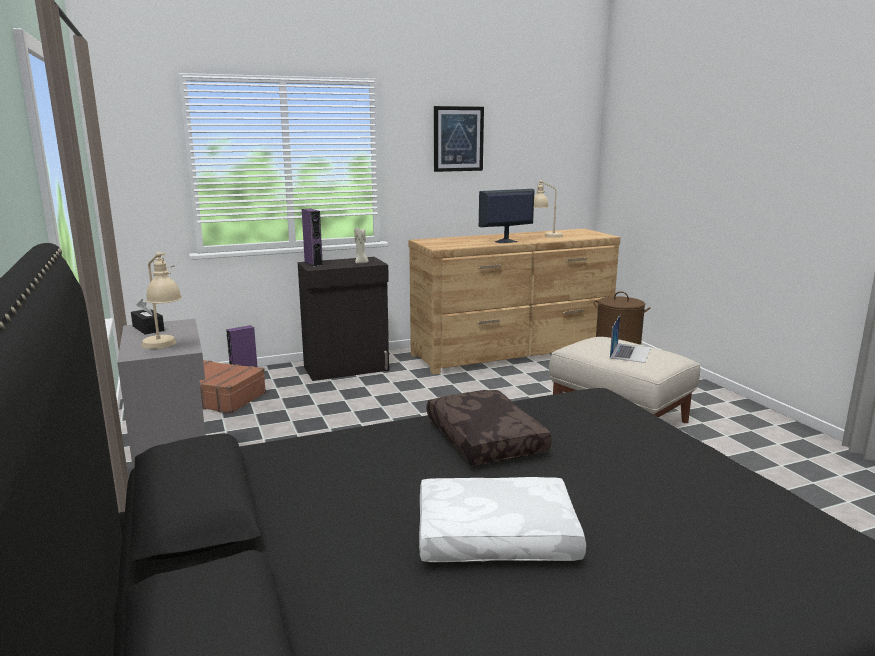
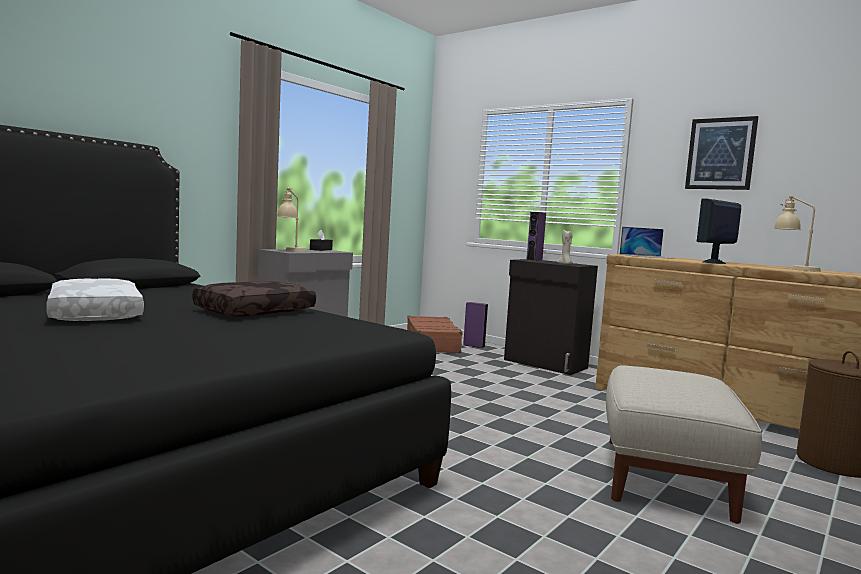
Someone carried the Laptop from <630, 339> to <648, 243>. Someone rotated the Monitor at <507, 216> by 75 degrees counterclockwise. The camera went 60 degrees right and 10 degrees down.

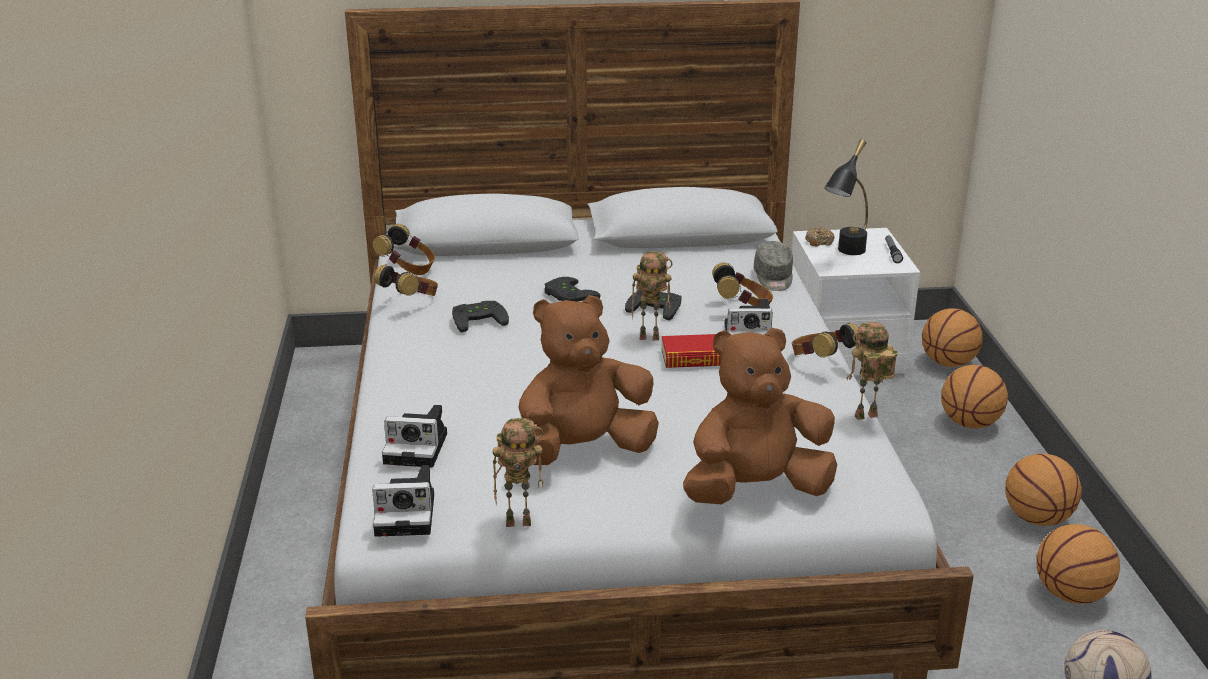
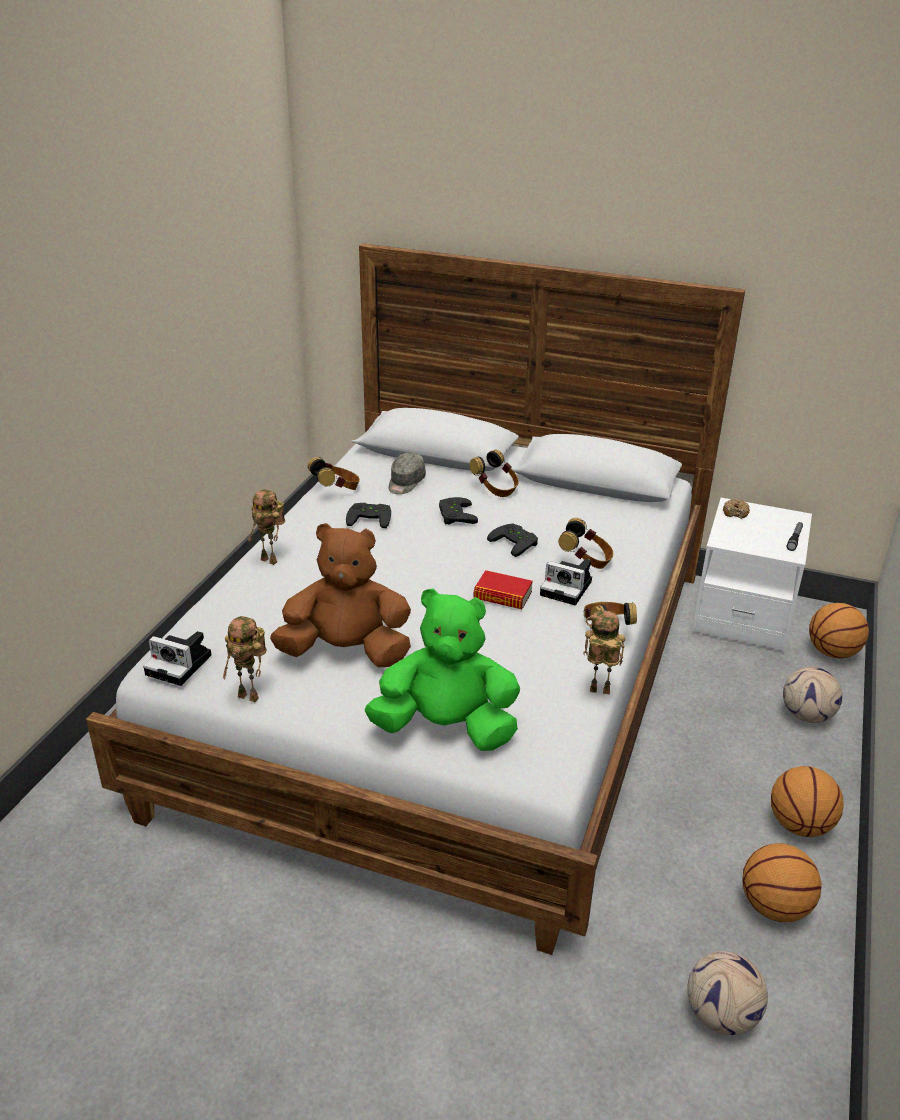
Someone carried the ToyRobot from <652, 296> to <266, 527>. Someone repainted the BrownPlushToy at <760, 416>, which became the GreenPlushToy at <442, 670>. Someone carried the GreyCap from <773, 266> to <407, 473>. Someone carried the Headphones from <404, 249> to <494, 473>. Someone swapped the Basketball at <974, 396> for the Football at <812, 695>. Someone took away the PhotoCamera at <414, 436>. Someone took away the BlackTableLamp at <846, 197>. The camera went 25 degrees right and 5 degrees up.

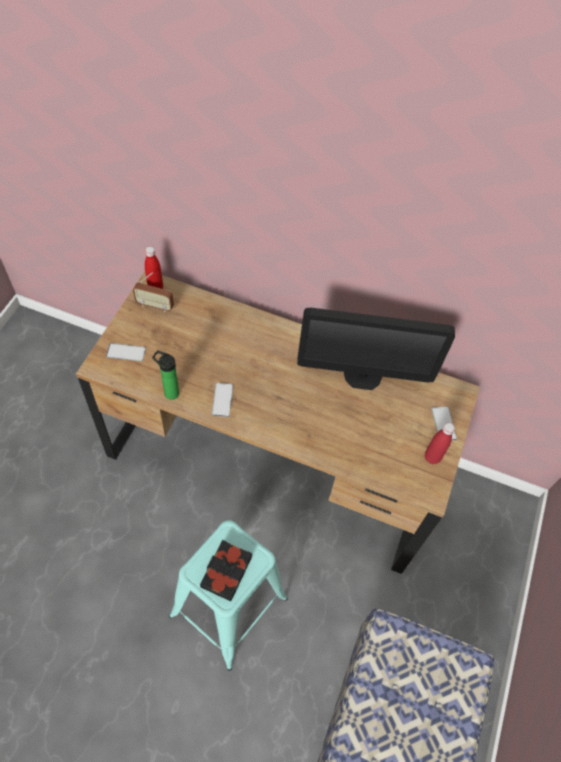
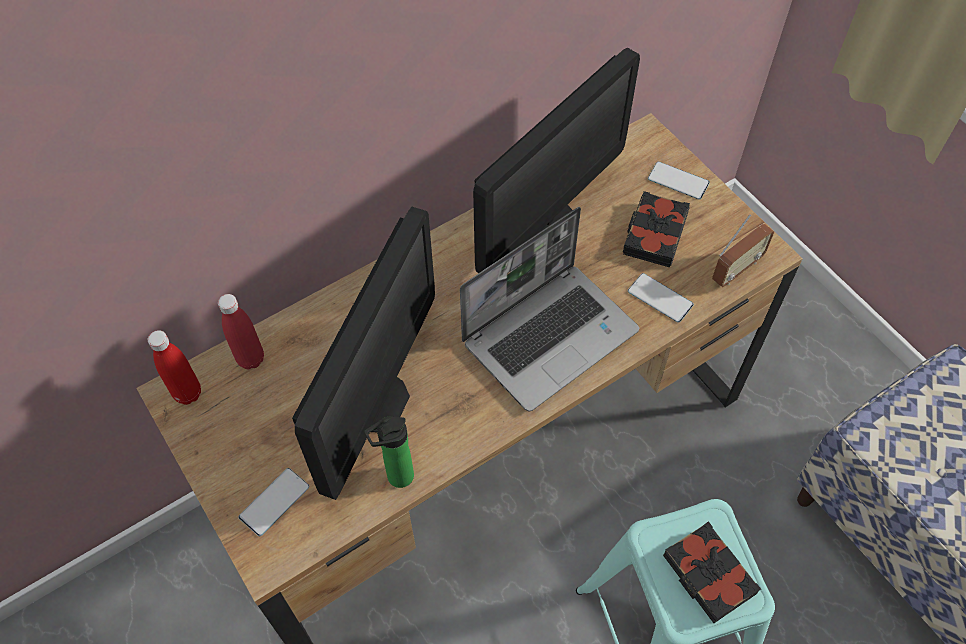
Someone carried the RedBottle from <440, 443> to <241, 331>. Someone put down the Monitor at <363, 353>. Someone put down the Laptop at <549, 309>. Someone put down the BlackBook at <656, 229>. Someone carried the Phone from <222, 400> to <661, 298>. Someone carried the Radio from <153, 292> to <743, 250>. The camera went 50 degrees left and 0 degrees up.

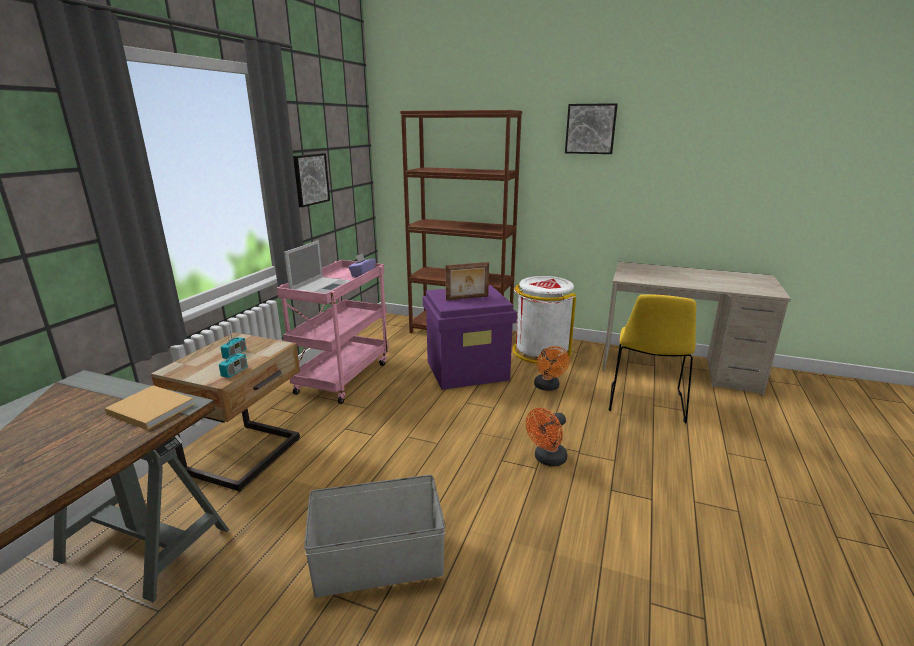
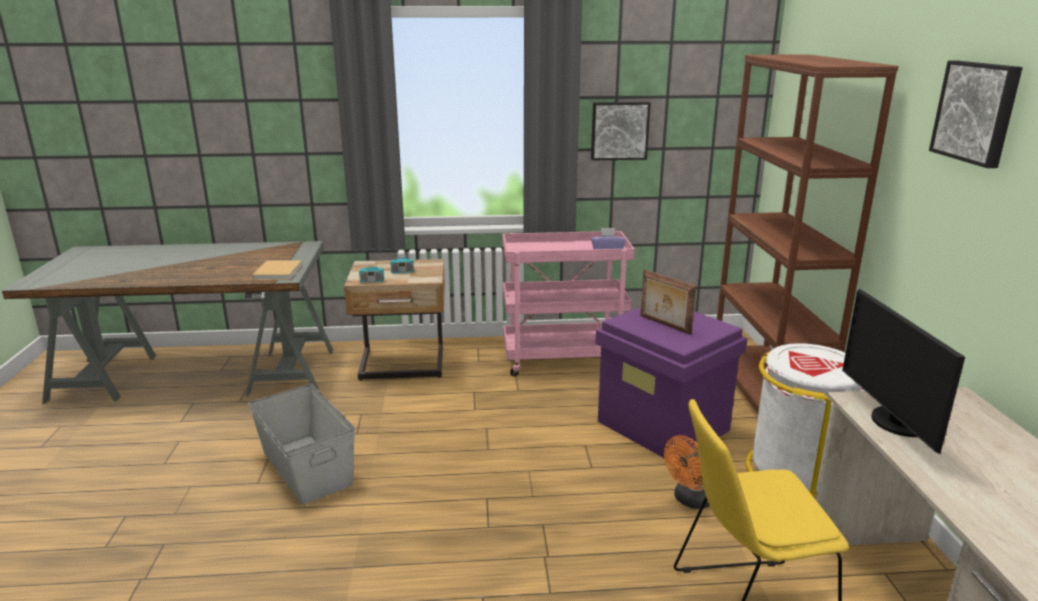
Someone put down the Monitor at <903, 371>. Someone took away the Laptop at <317, 267>. Someone took away the OrangeFan at <547, 437>. The camera went 65 degrees right and 0 degrees up.

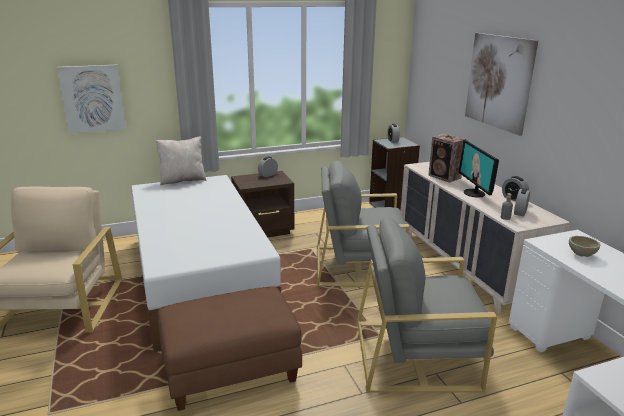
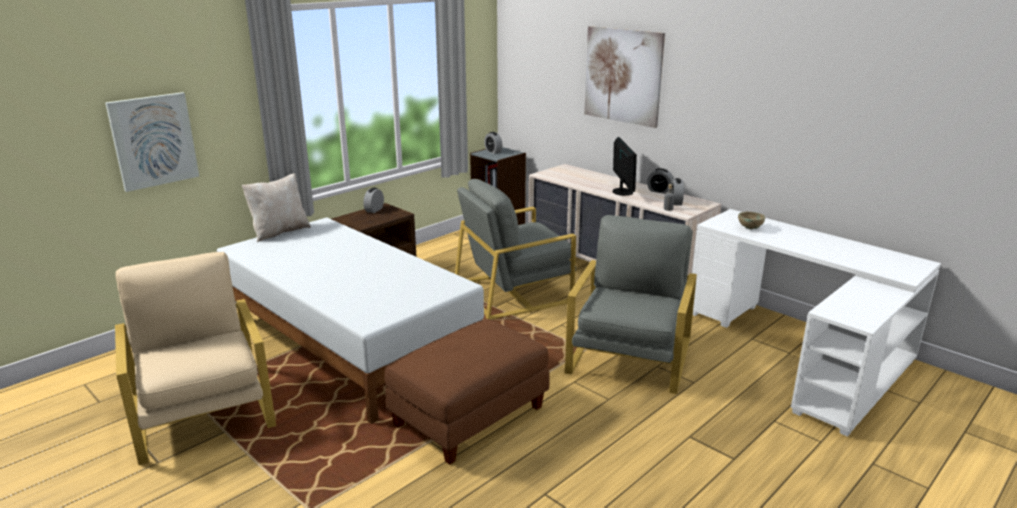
Someone rotated the GreyArmchair at <426, 305> by 135 degrees clockwise. Someone rotated the Monitor at <479, 169> by 150 degrees counterclockwise. Someone took away the Speaker at <447, 158>. The camera went 25 degrees left and 0 degrees up.

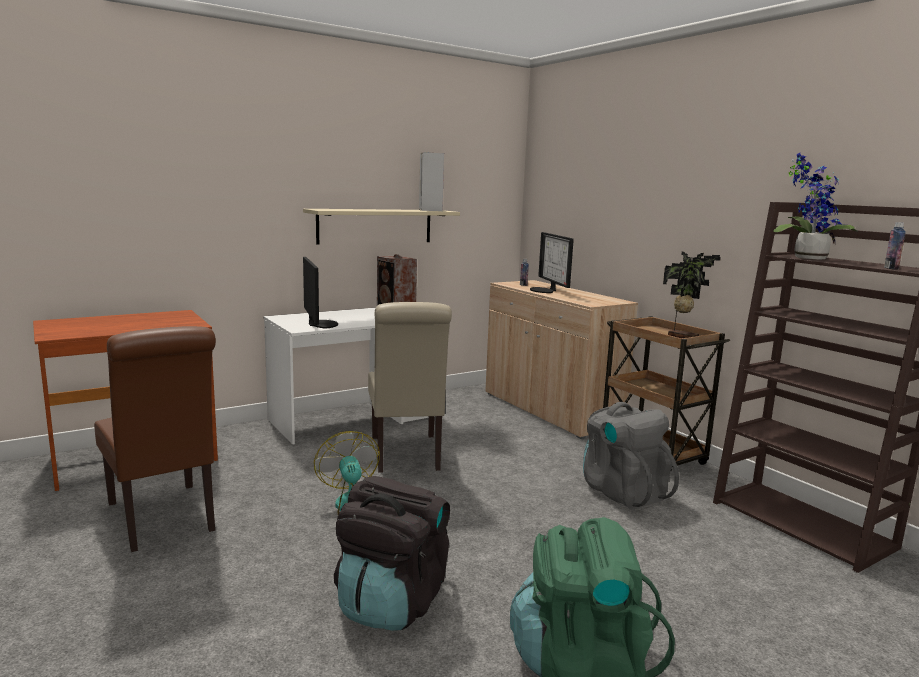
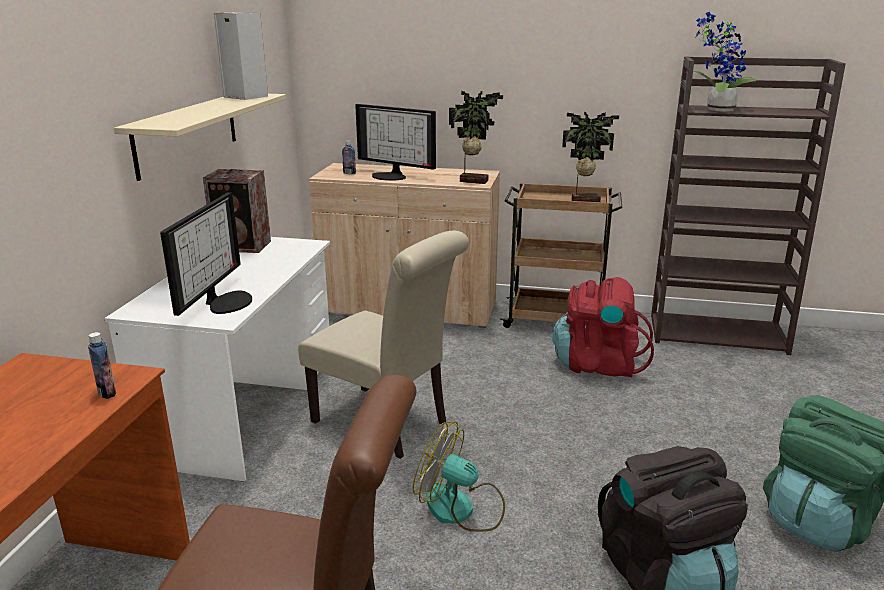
Someone carried the Bottle from <895, 246> to <102, 365>. Someone rotated the Monitor at <320, 292> by 75 degrees clockwise. Someone put down the PottedPlant at <476, 137>. Someone repainted the GreyBackpack at <631, 456>, which became the RedBackpack at <603, 327>. The camera went 45 degrees left and 10 degrees up.

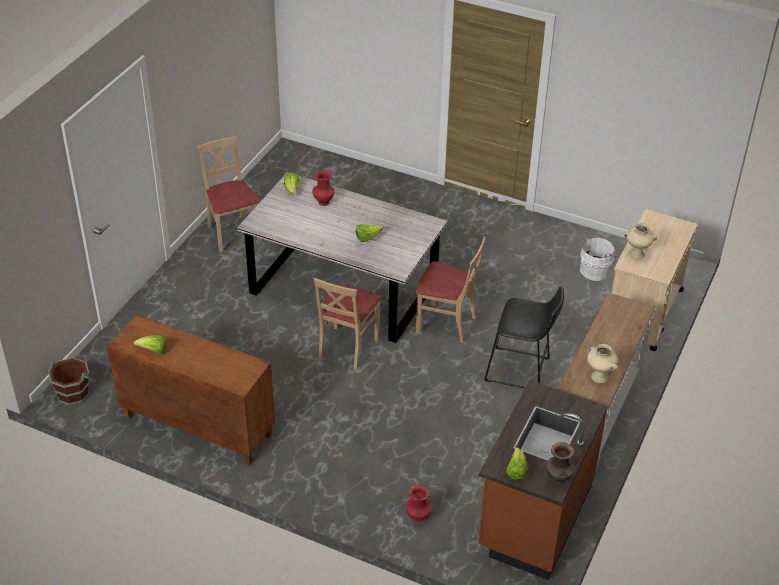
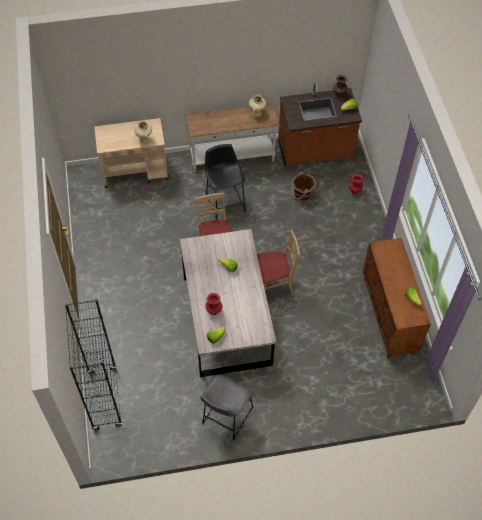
Someone put down the BlackBookcase at <94, 365>. Someone swapped the BeigeChair at <230, 194> for the GreyStool at <226, 407>. Someone carried the BrownBucket from <72, 381> to <303, 187>. Someone took away the WhiteBucket at <598, 259>. The camera went 125 degrees left and 15 degrees up.

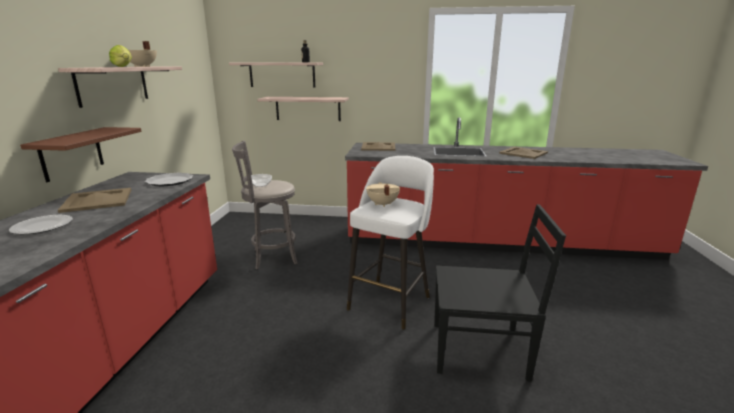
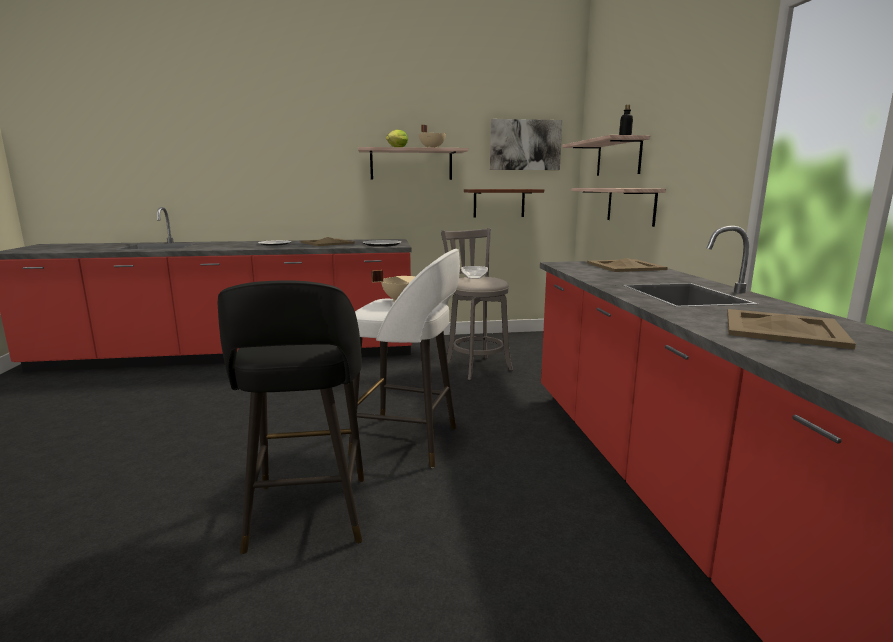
Someone swapped the BlackChair at <500, 293> for the BlackStool at <291, 417>. Someone carried the BrownShelf from <81, 154> to <504, 203>. Someone put up the Picture at <526, 144>. The camera went 75 degrees right and 5 degrees down.

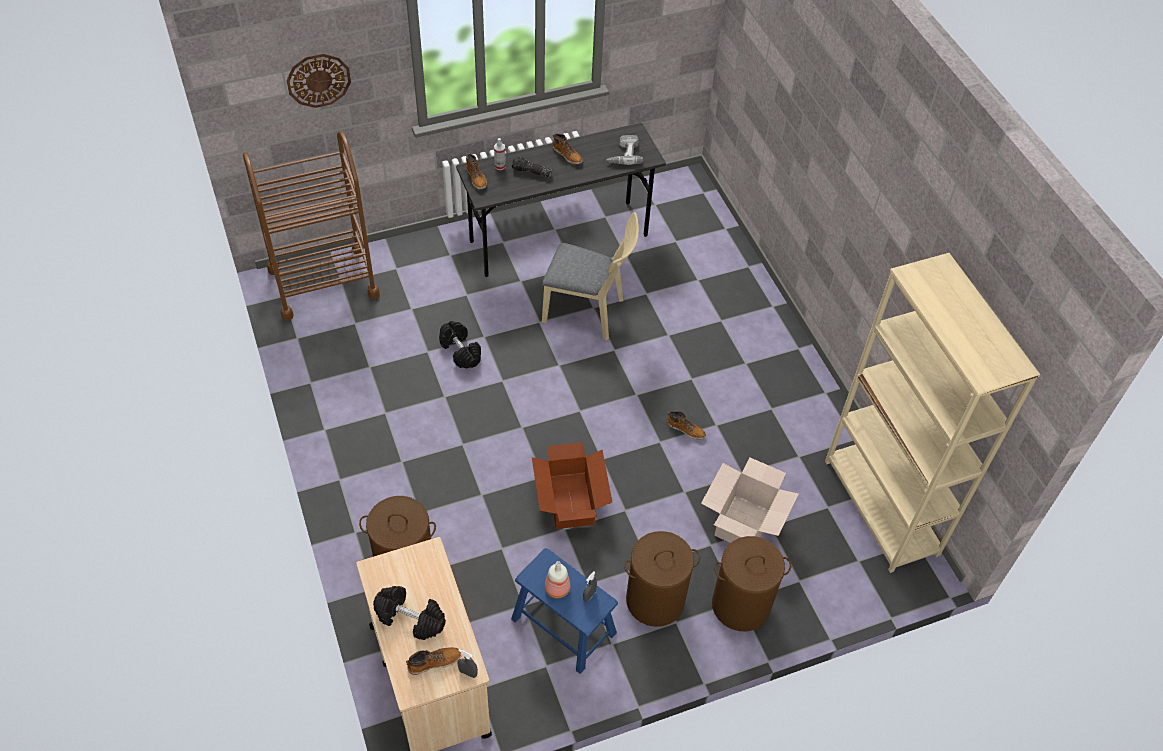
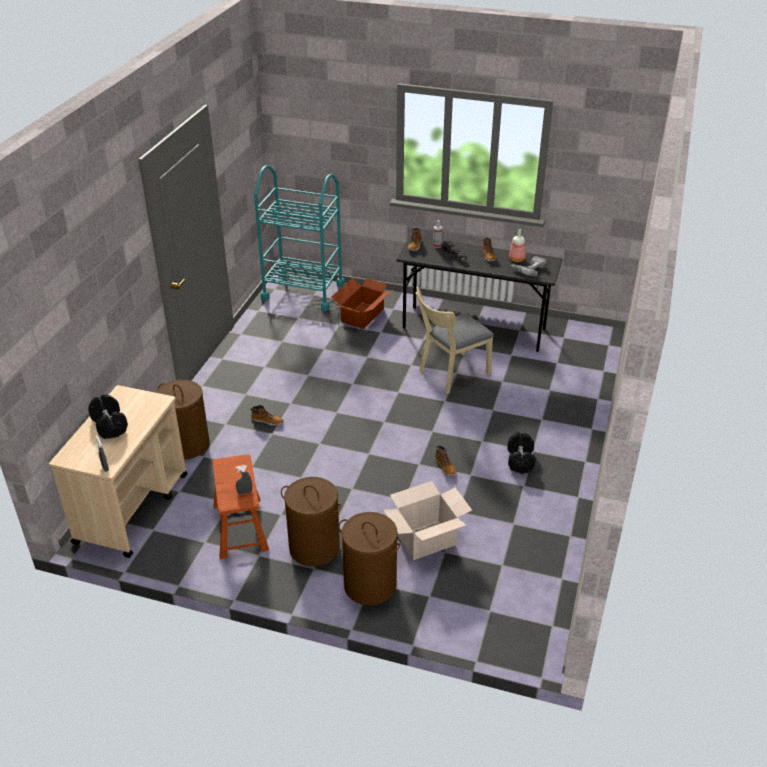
Someone repainted the BlueStool at <564, 611>, which became the BrownStool at <240, 506>. Someone carried the Boot from <434, 661> to <267, 415>. Someone repainted the BrownCart at <311, 226>, which became the TurquoiseCart at <299, 238>. Someone carried the CardboardBox from <572, 485> to <362, 303>. Someone rotated the BeigeChair at <590, 276> by 90 degrees clockwise. Someone carried the BlackDumbbell from <460, 344> to <521, 453>. Someone carried the Bottle from <558, 579> to <517, 245>. Someone took away the WallClock at <318, 81>. Someone took away the BeigeBookcase at <932, 413>. The camera went 40 degrees right and 15 degrees down.

